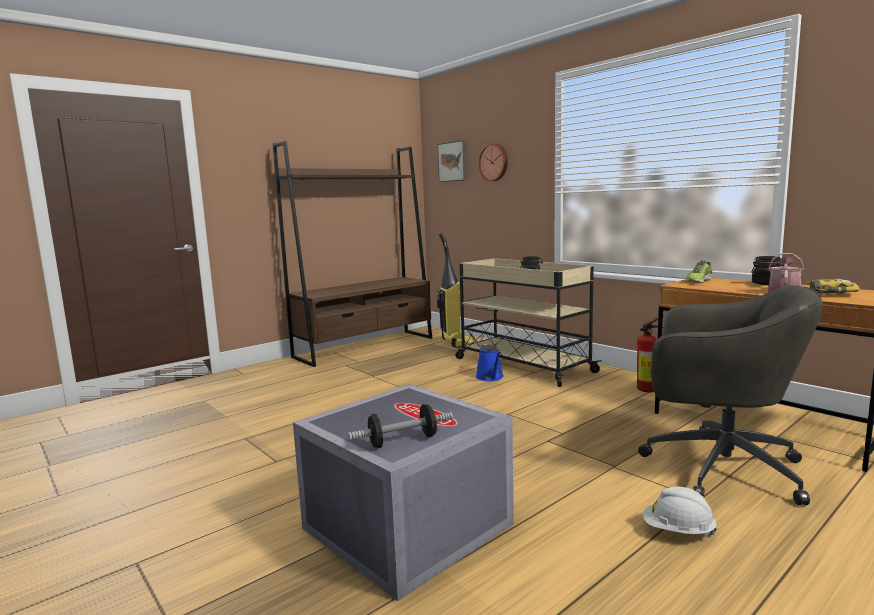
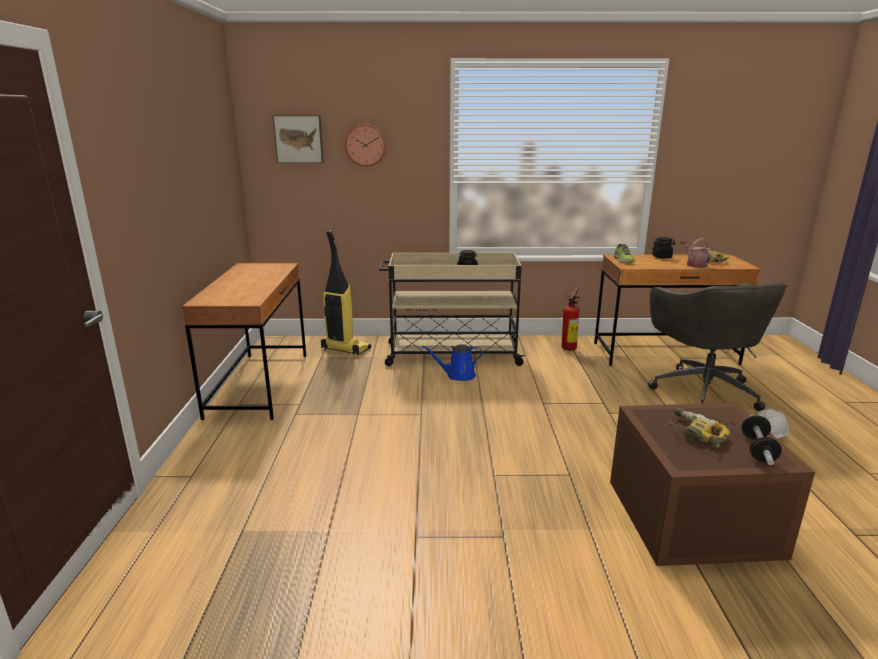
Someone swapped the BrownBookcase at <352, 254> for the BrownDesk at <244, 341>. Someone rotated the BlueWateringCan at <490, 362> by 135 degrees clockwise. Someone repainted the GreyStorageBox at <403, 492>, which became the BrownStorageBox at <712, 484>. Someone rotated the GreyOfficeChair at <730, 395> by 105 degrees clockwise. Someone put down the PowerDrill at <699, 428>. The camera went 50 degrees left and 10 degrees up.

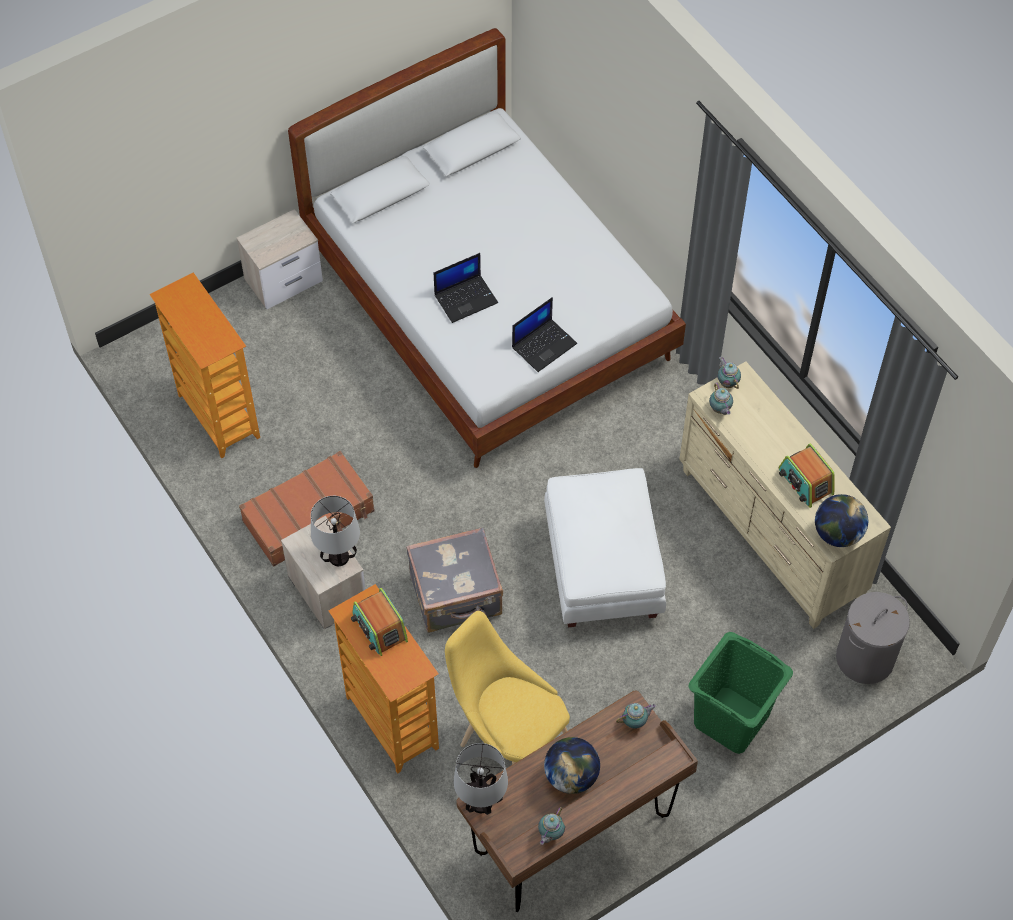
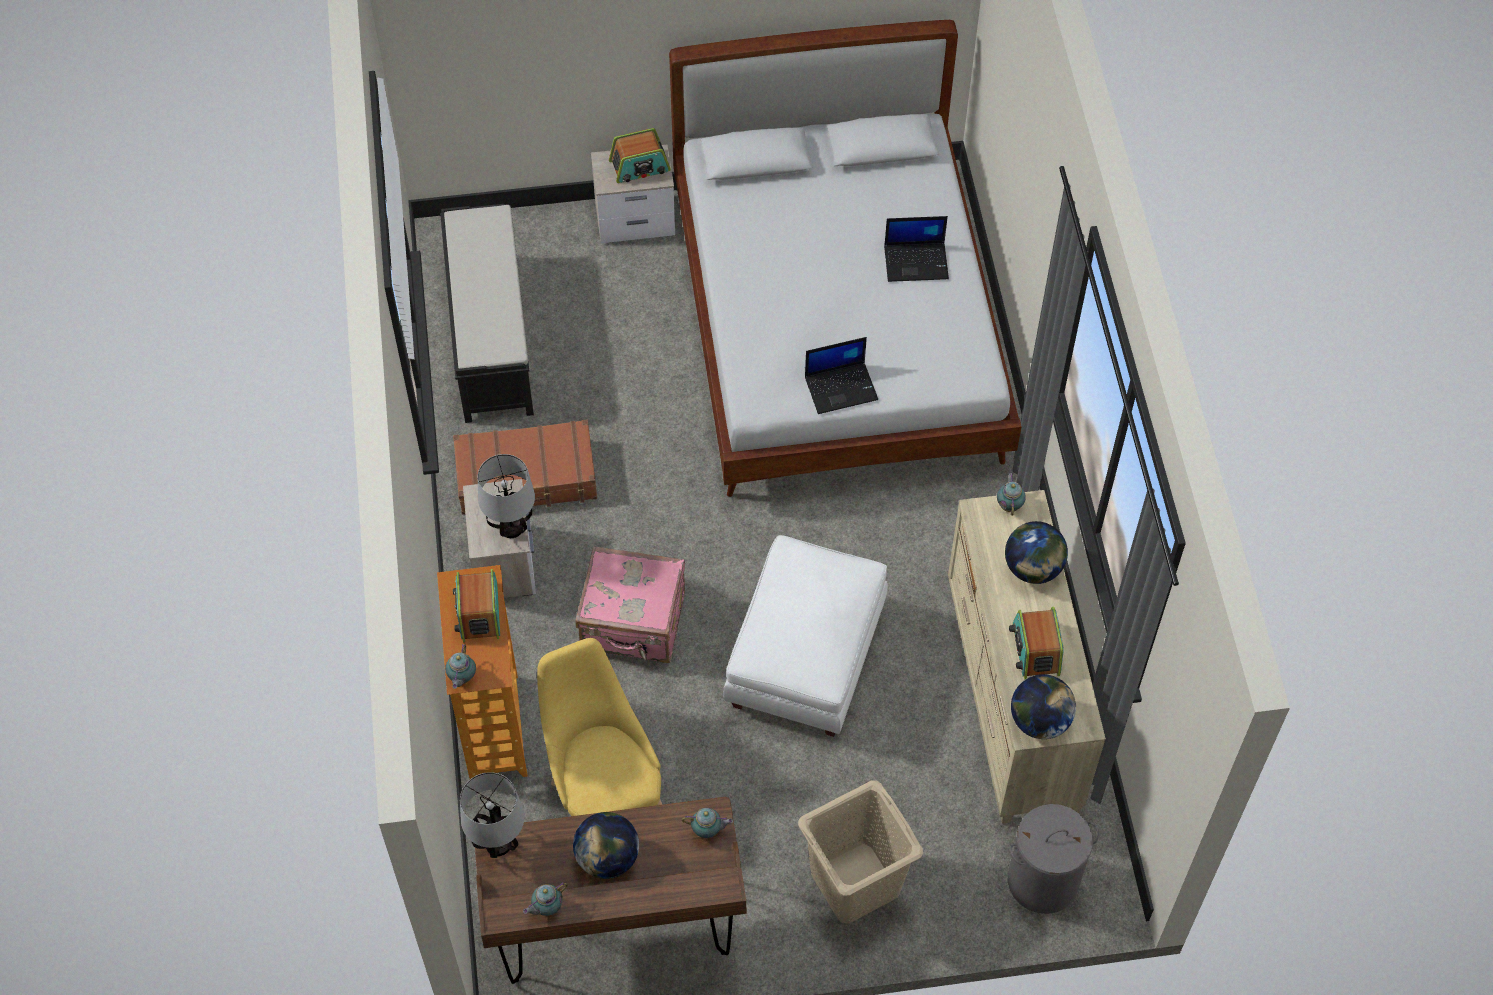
Someone swapped the Bookcase at <204, 365> for the BlackBench at <487, 313>. Someone carried the Teapot from <721, 398> to <460, 666>. Someone repainted the GreySuitcase at <454, 580>, which became the PinkSuitcase at <630, 604>. Someone put down the Radio at <640, 155>. Someone repainted the GreenLaundryBasket at <740, 693>, which became the BeigeLaundryBasket at <860, 852>. Someone carried the Laptop from <466, 288> to <916, 249>. Someone put down the Globe at <1036, 552>. The camera went 25 degrees right and 0 degrees up.

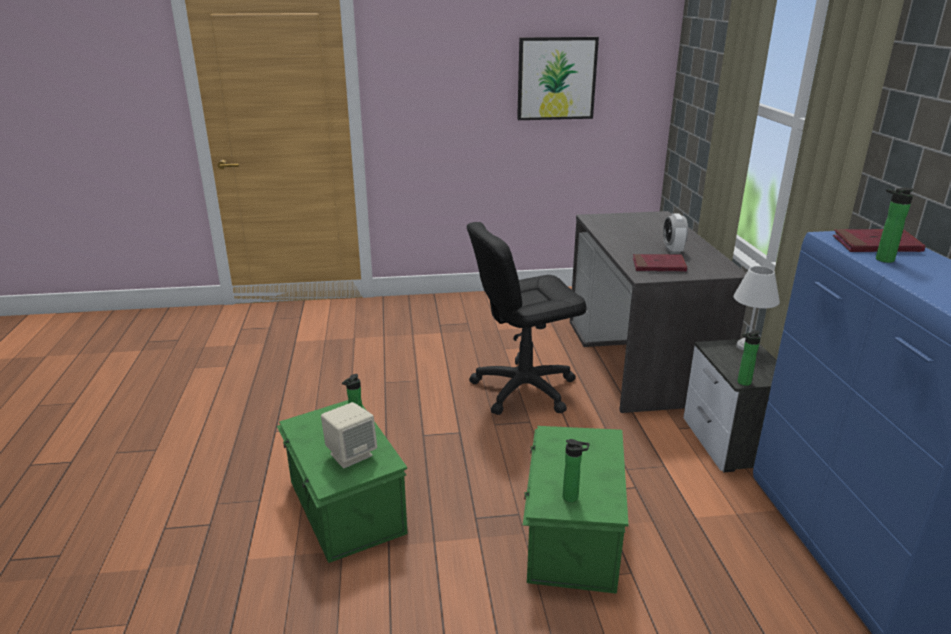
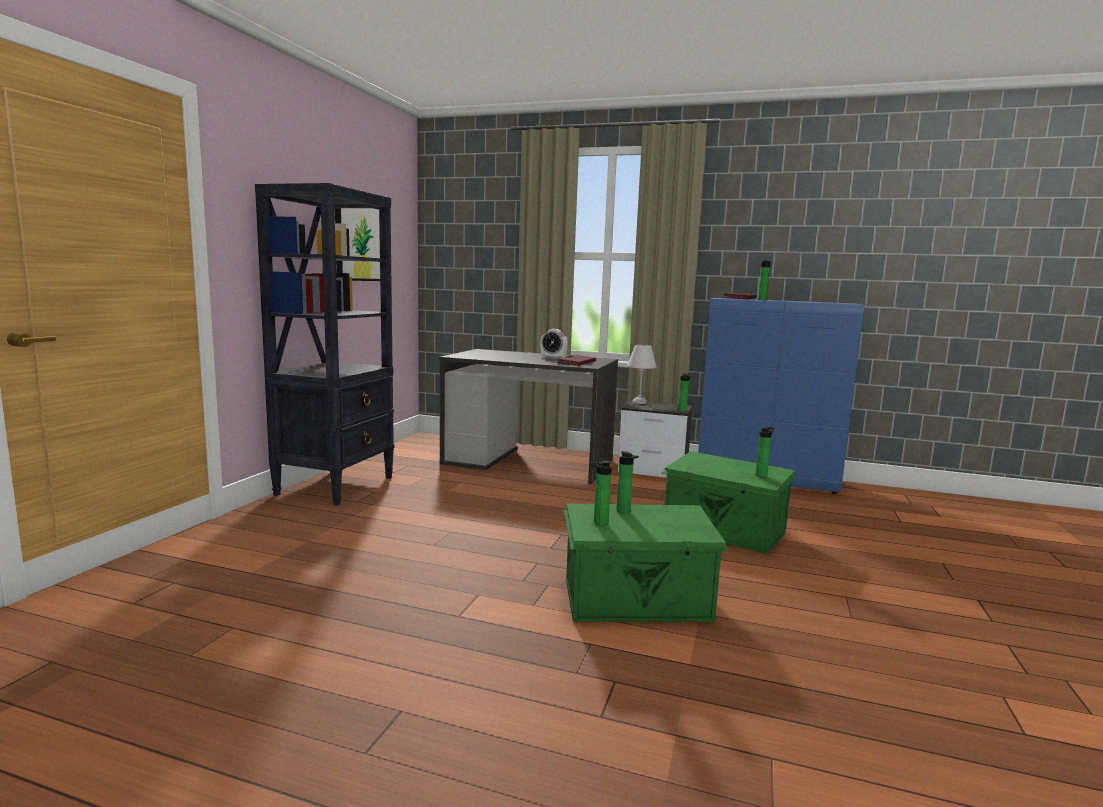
Someone put down the BlackBookcase at <324, 344>. Someone put down the Bottle at <601, 493>. Someone took away the BeigeSpeaker at <349, 435>. Someone took away the BlackOfficeChair at <527, 318>. The camera went 65 degrees left and 15 degrees down.

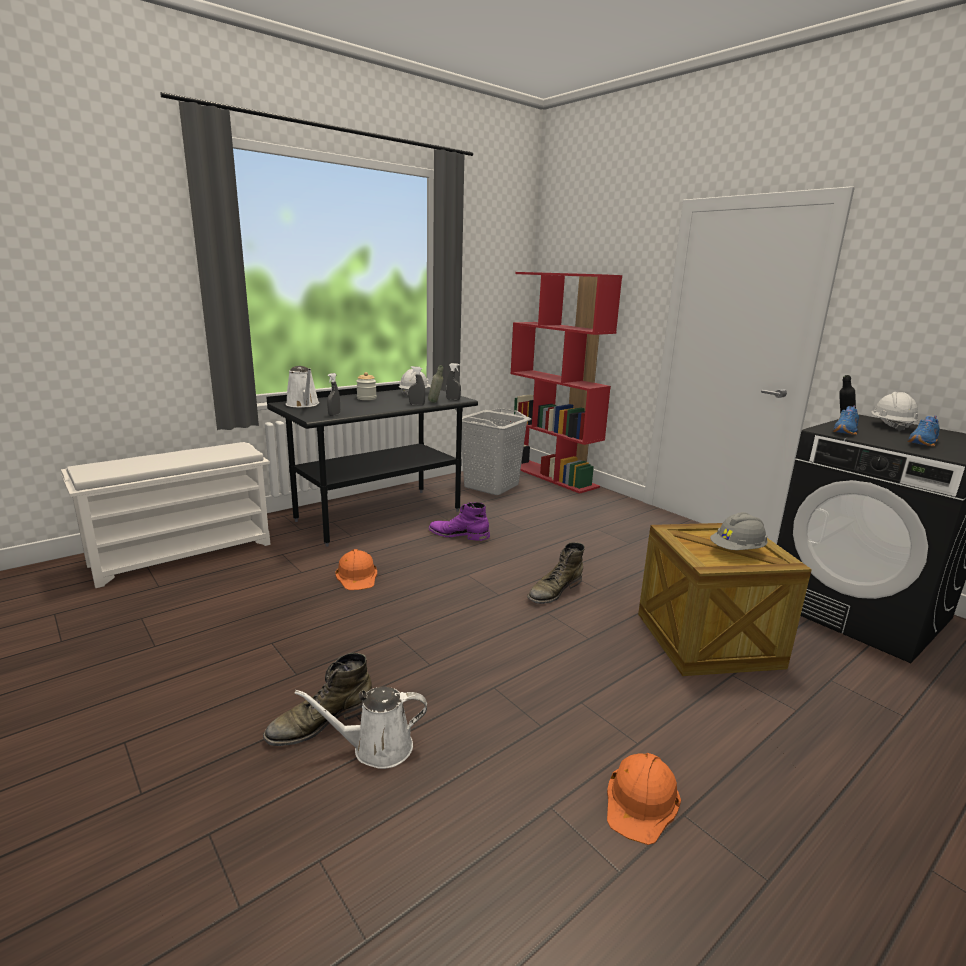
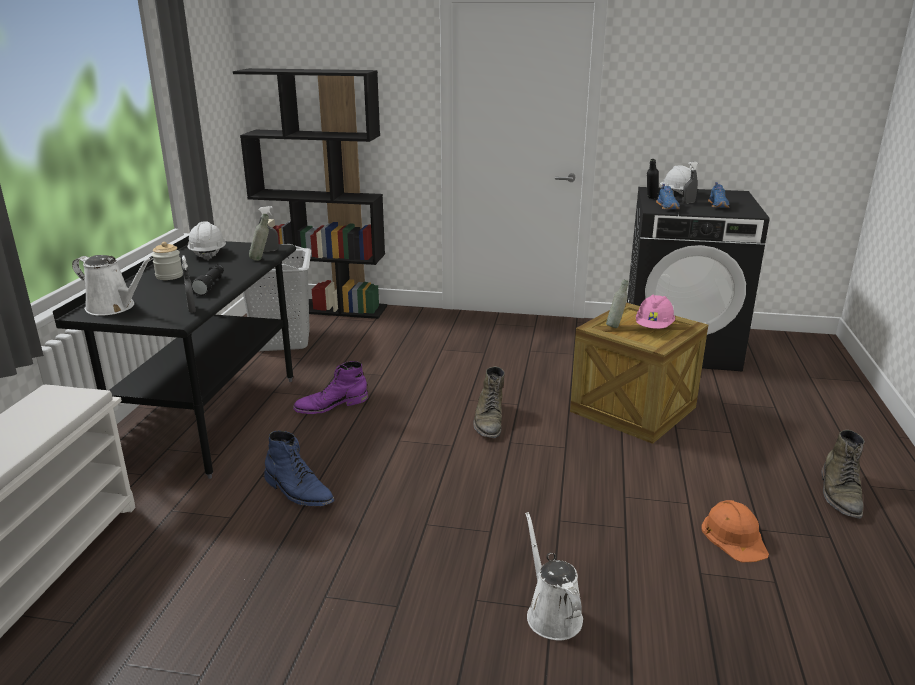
Someone put down the BlackFlashlight at <207, 280>. Someone repainted the RedBookcase at <565, 383>, which became the BlackBookcase at <310, 193>. Someone swapped the OrangeHardHat at <356, 569> for the BlueBoot at <299, 468>. Someone rotated the WhiteWateringCan at <360, 727> by 120 degrees clockwise. Someone put down the GreyBottle at <617, 303>. Someone repainted the GreyHardHat at <739, 531>, which became the PinkHardHat at <655, 311>. Someone carried the GreySprayBottle from <417, 385> to <690, 182>. Someone carried the GreenBoot from <317, 699> to <843, 474>. The camera went 40 degrees left and 5 degrees up.

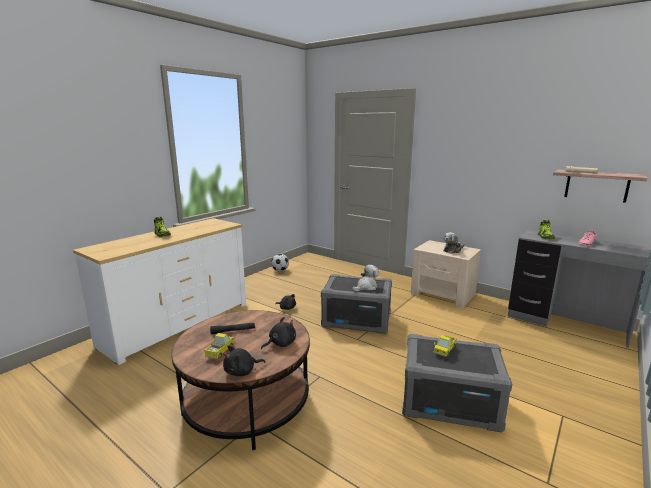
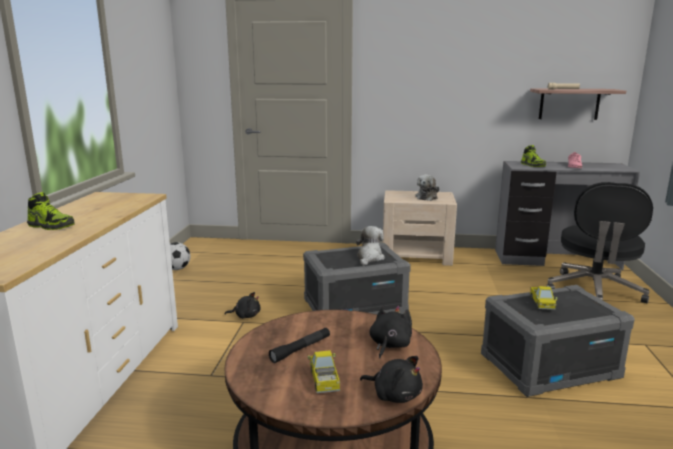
Someone rotated the BlackPlushToy at <244, 360> by 90 degrees counterclockwise. Someone put down the BlackOfficeChair at <599, 242>. The camera went 30 degrees left and 0 degrees up.

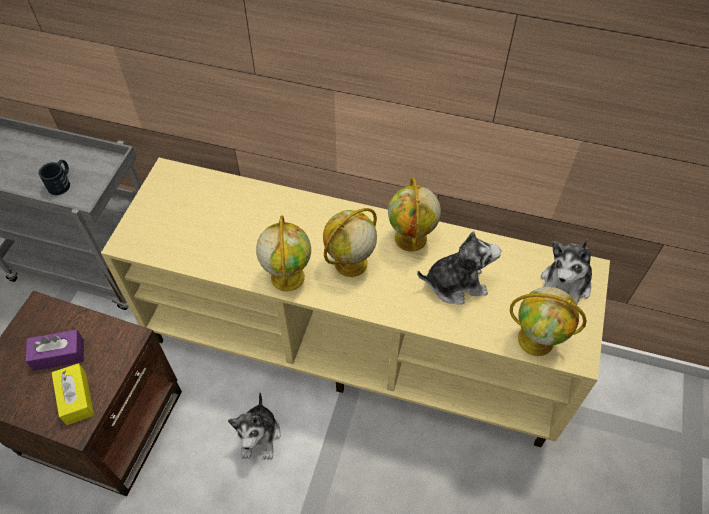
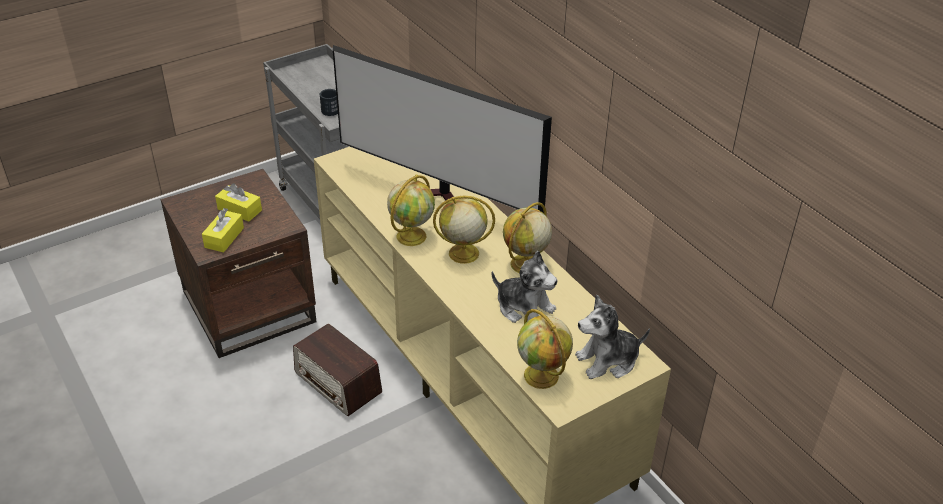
Someone repainted the PurpleTissueBox at <54, 350>, which became the YellowTissueBox at <238, 202>. Someone swapped the PlushToy at <254, 426> for the Radio at <337, 370>. Someone put down the Television at <442, 129>. The camera went 40 degrees right and 15 degrees down.

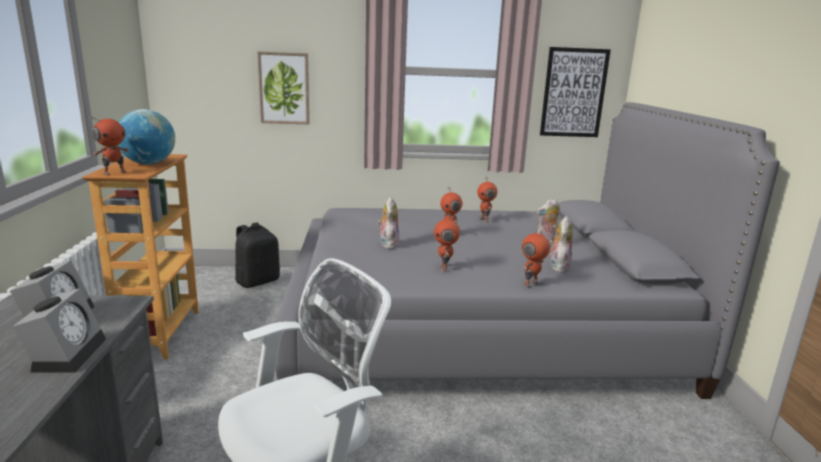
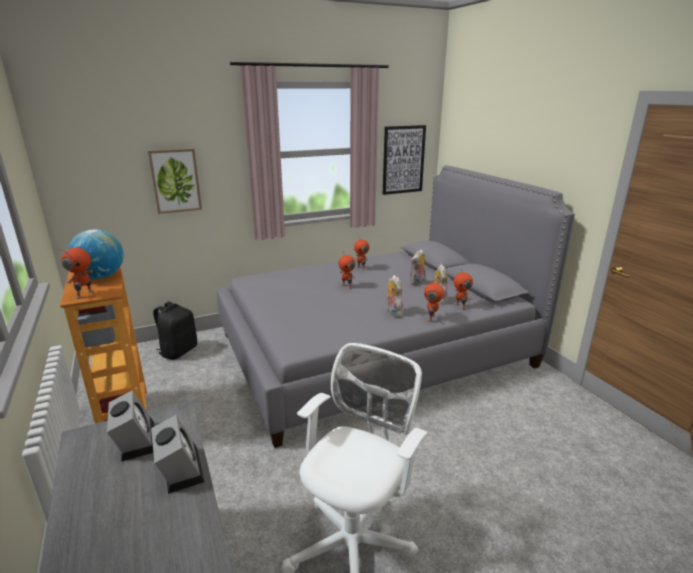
Someone carried the PlushToy from <388, 223> to <394, 296>. Someone carried the ToyRobot from <447, 242> to <463, 289>. The camera went 20 degrees left and 5 degrees up.

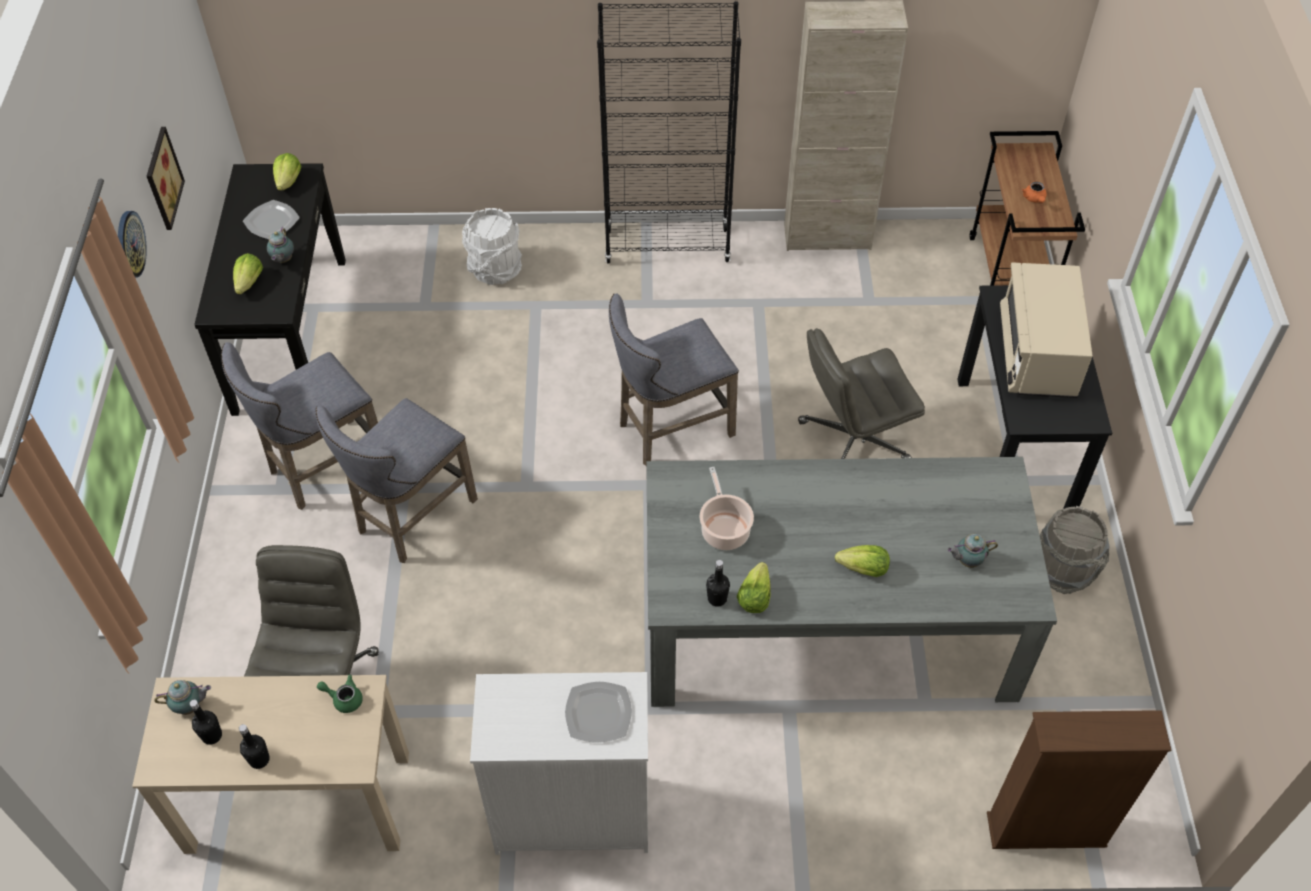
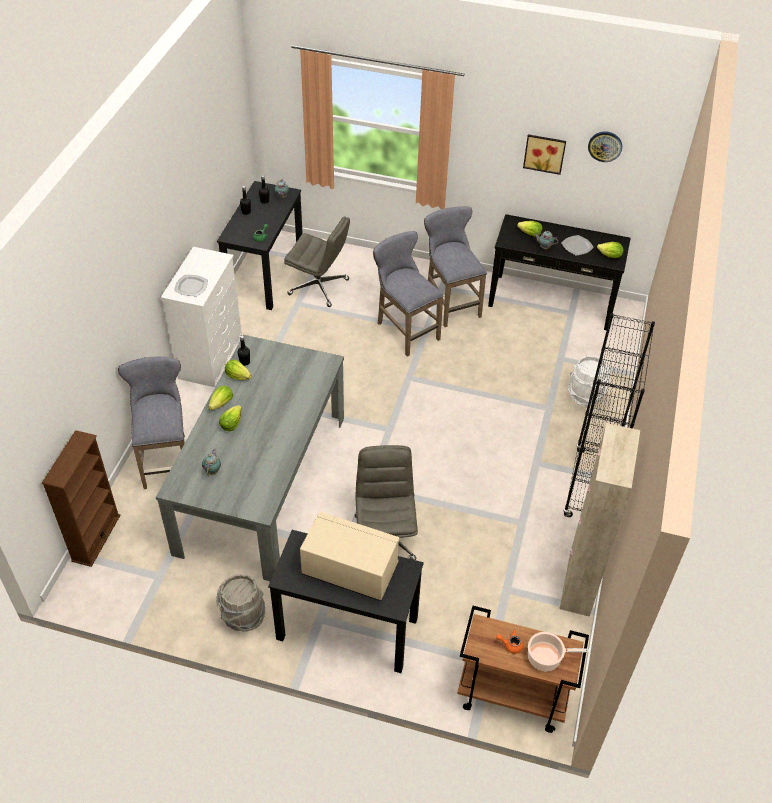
Someone carried the GreyStool from <674, 379> to <151, 423>. Someone put down the Lettuce at <220, 398>. Someone repainted the BeigeDesk at <270, 764>, which became the BlackDesk at <260, 245>. Someone carried the CookingPot from <726, 508> to <558, 651>. Someone carried the WallClock from <132, 244> to <605, 147>. The camera went 105 degrees right and 5 degrees down.

